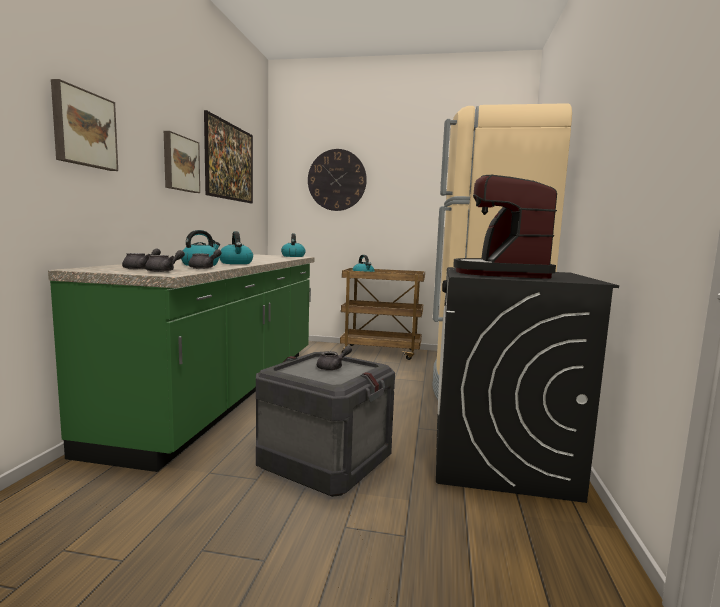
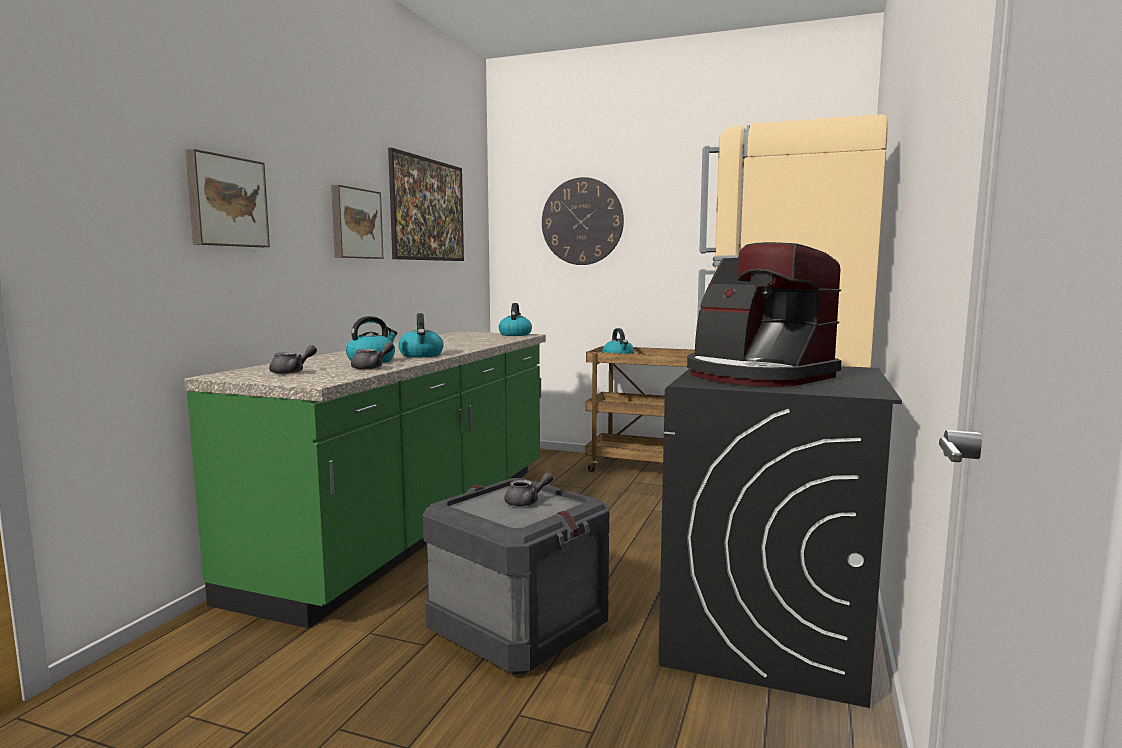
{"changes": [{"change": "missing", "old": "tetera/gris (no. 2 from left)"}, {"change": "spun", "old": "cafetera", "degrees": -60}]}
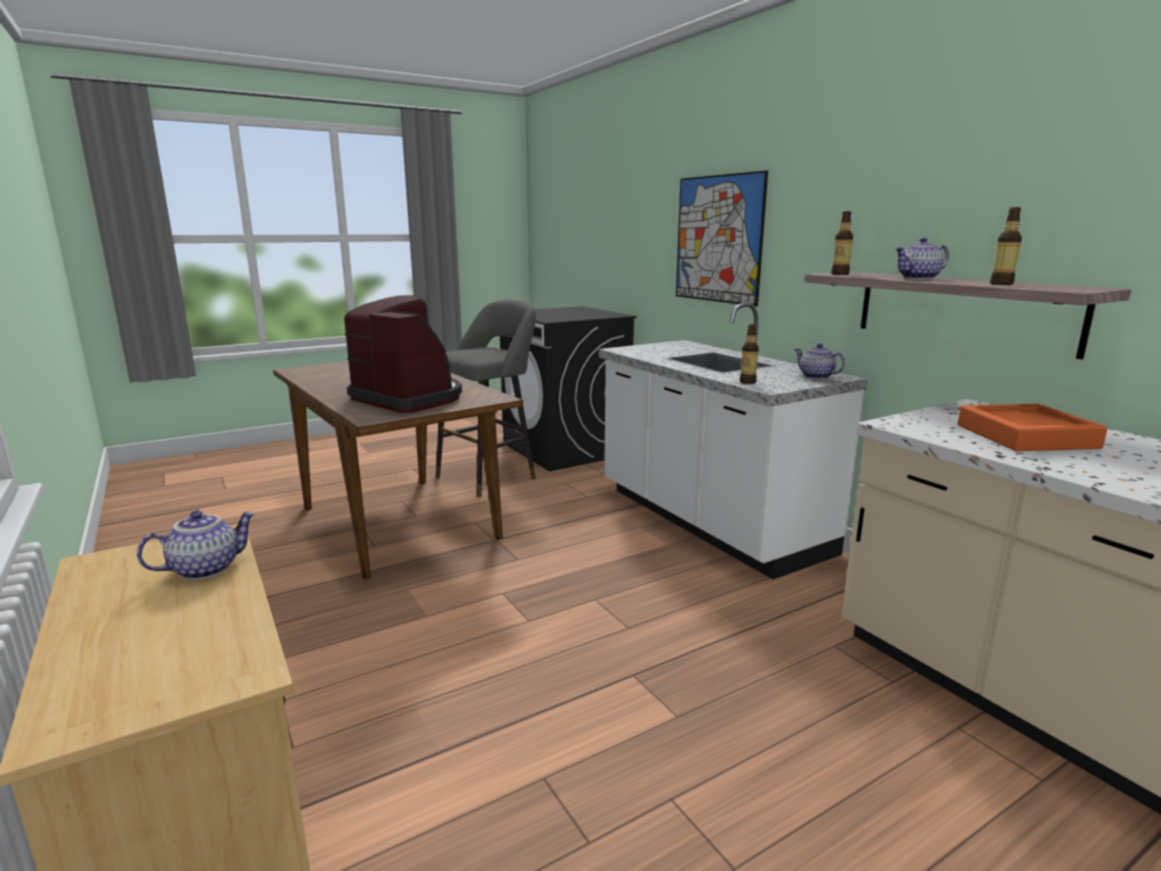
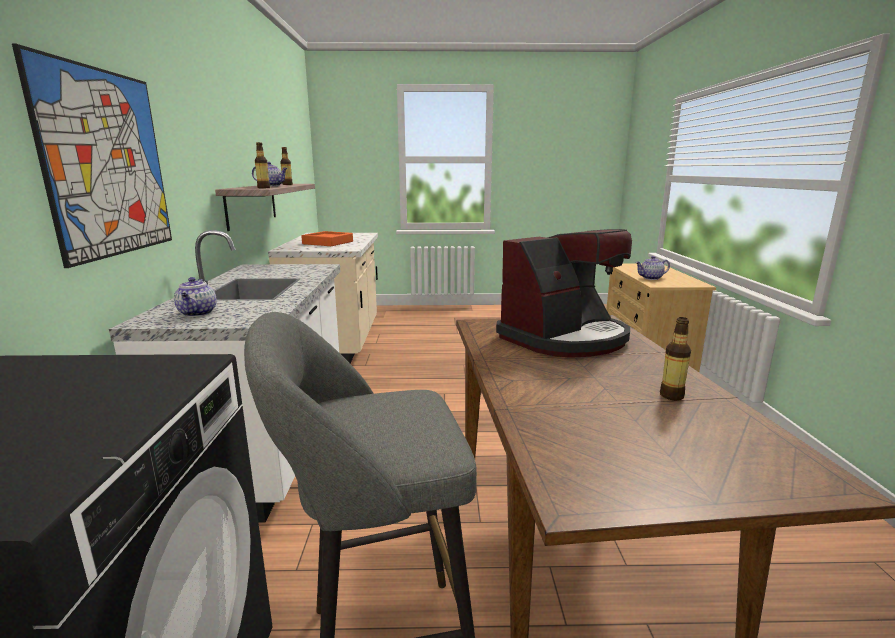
{"changes": [{"change": "relocated", "old": "botella (no. 1 from left in the first image)", "new": "botella (no. 3 from left)"}, {"change": "relocated", "old": "tetera (no. 2 from left in the first image)", "new": "tetera (no. 1 from left)"}, {"change": "spun", "old": "cafetera", "degrees": -105}]}
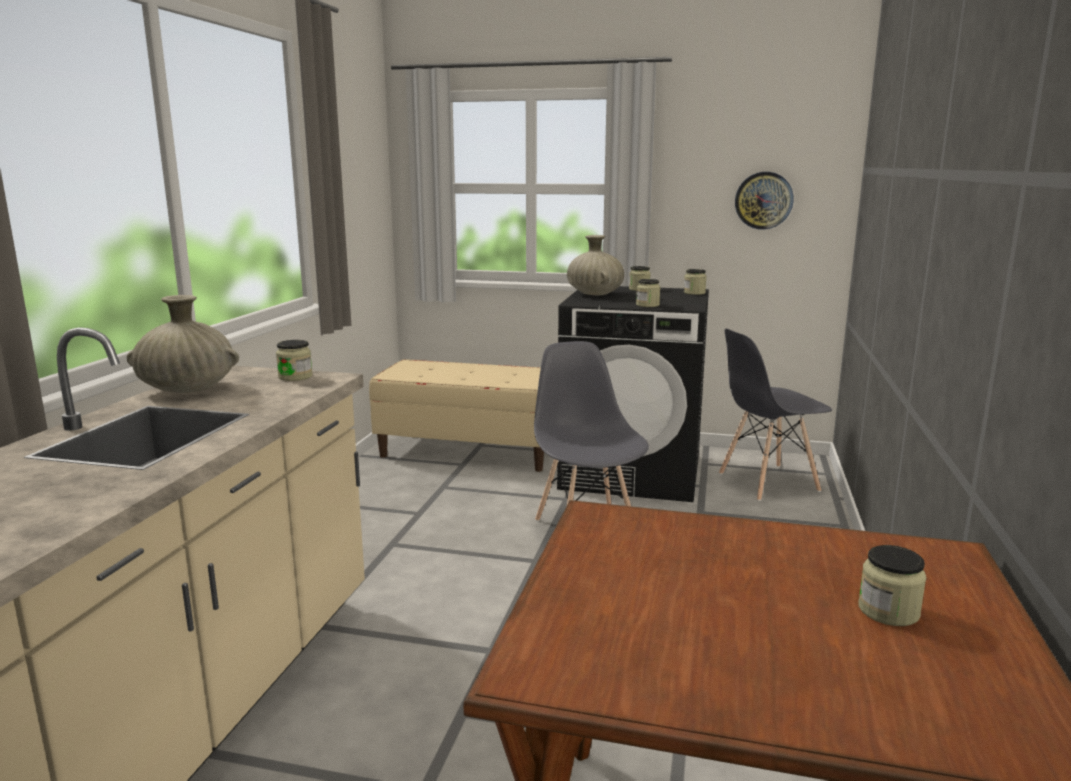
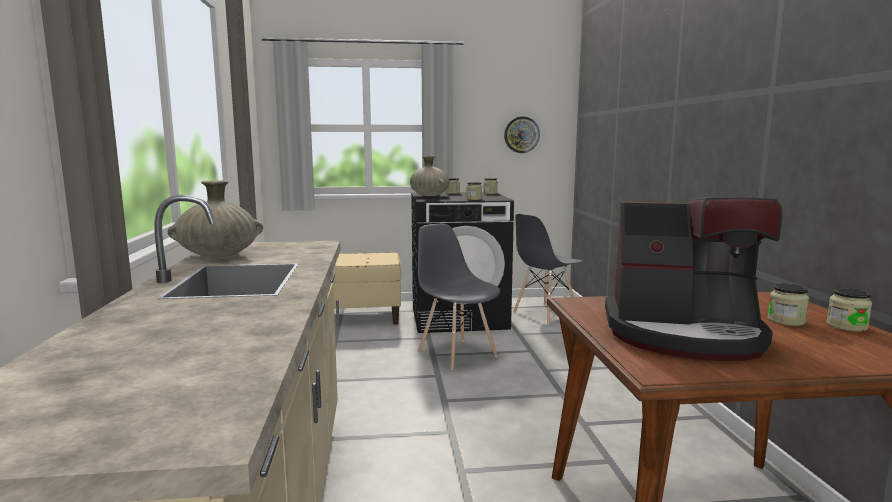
{"changes": [{"change": "appeared", "new": "cafetera"}, {"change": "relocated", "old": "tarro (no. 1 from left in the first image)", "new": "tarro (no. 5 from left)"}]}
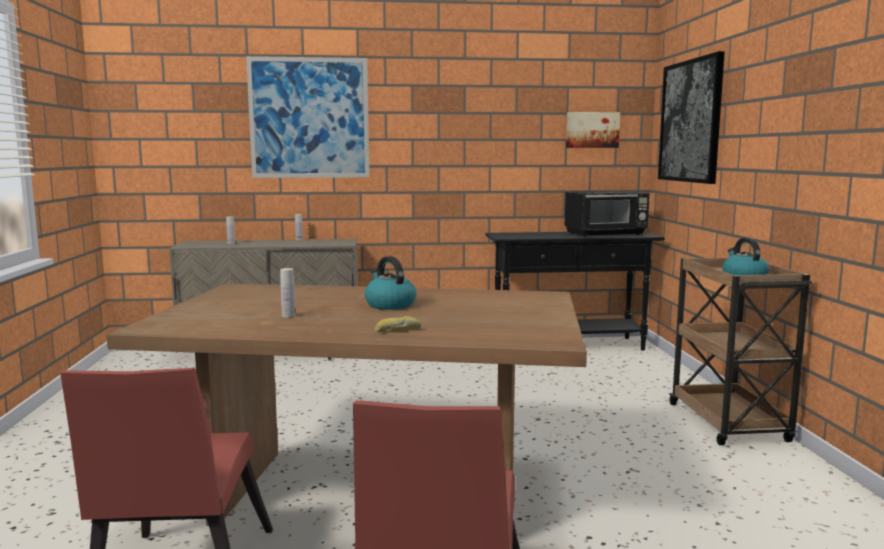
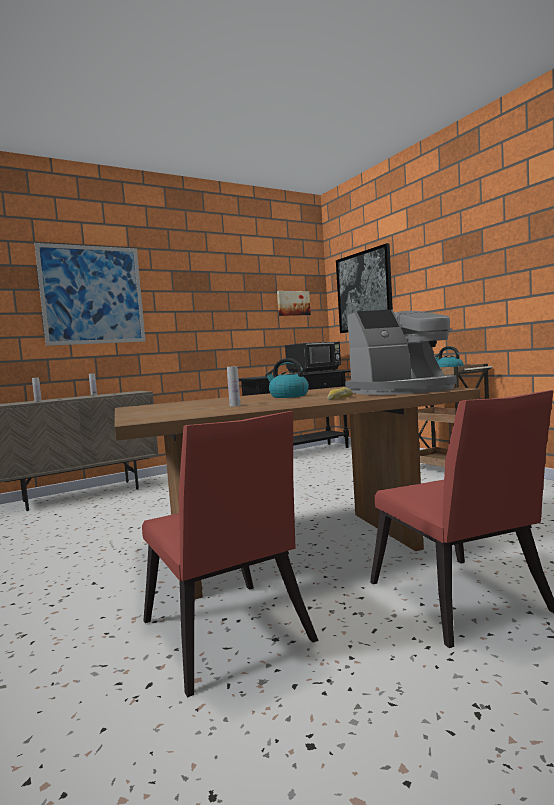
{"changes": [{"change": "appeared", "new": "cafetera"}]}
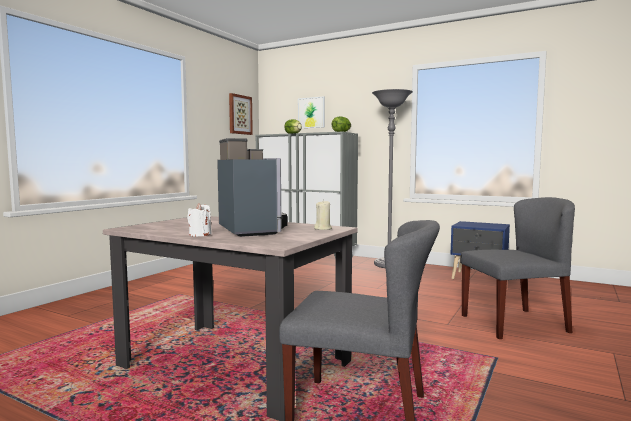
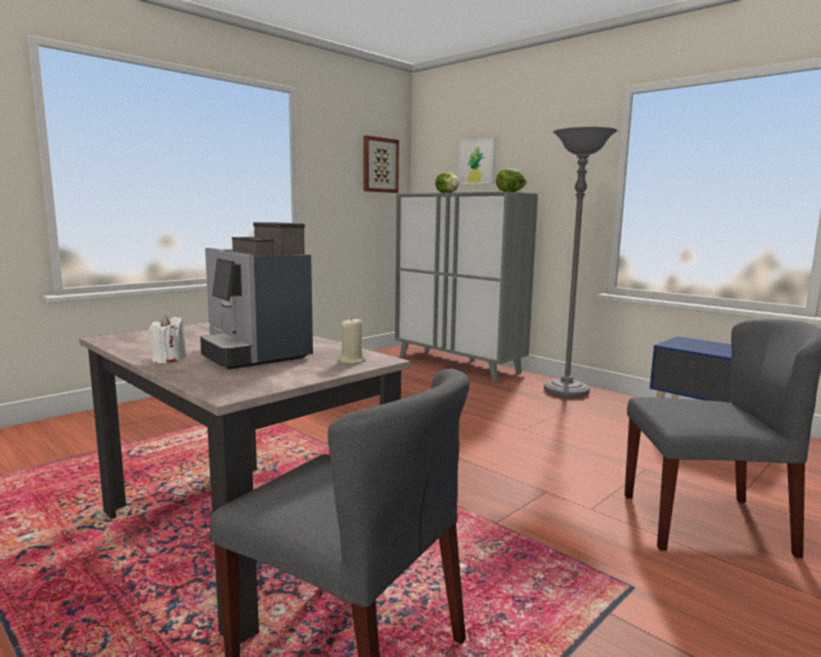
{"changes": [{"change": "spun", "old": "cafetera", "degrees": 150}]}
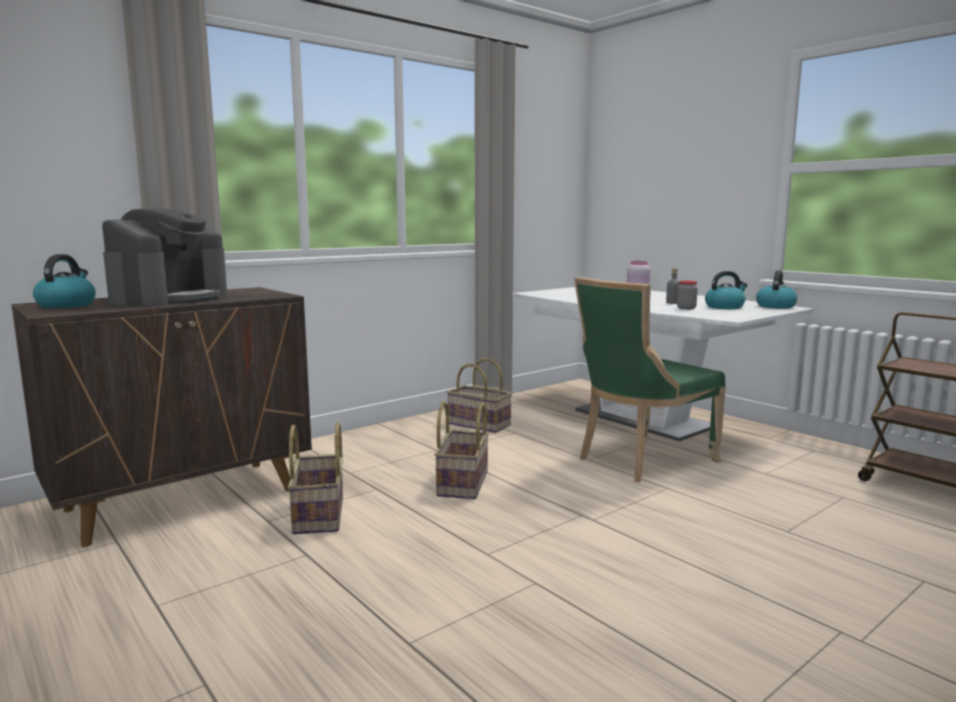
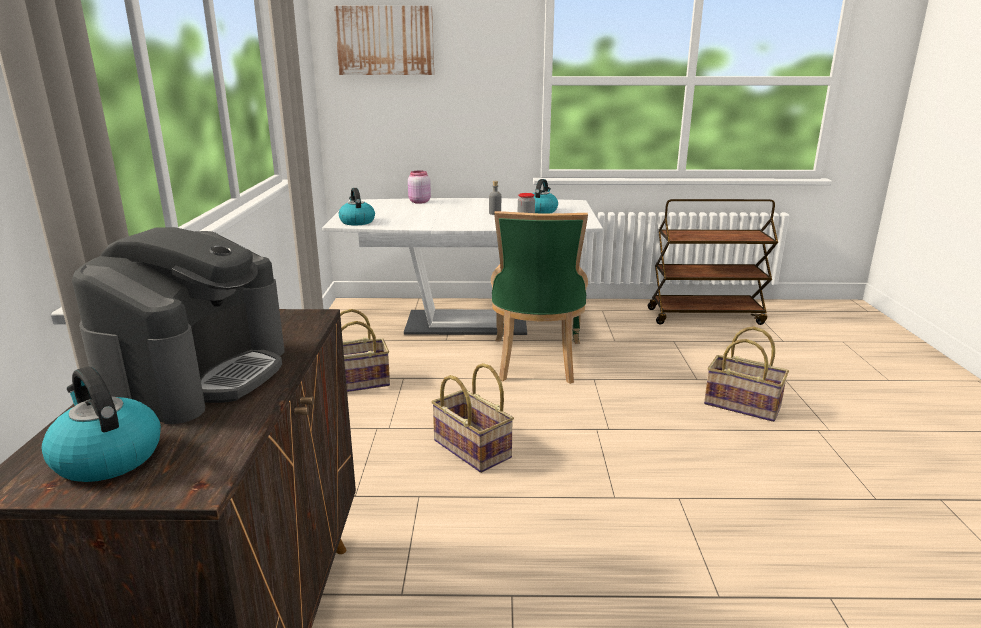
{"changes": [{"change": "appeared", "new": "cuadro"}, {"change": "relocated", "old": "cesta (no. 1 from left in the first image)", "new": "cesta (no. 3 from left)"}, {"change": "relocated", "old": "hervidor (no. 3 from left in the first image)", "new": "hervidor (no. 2 from left)"}, {"change": "spun", "old": "cafetera", "degrees": 45}]}
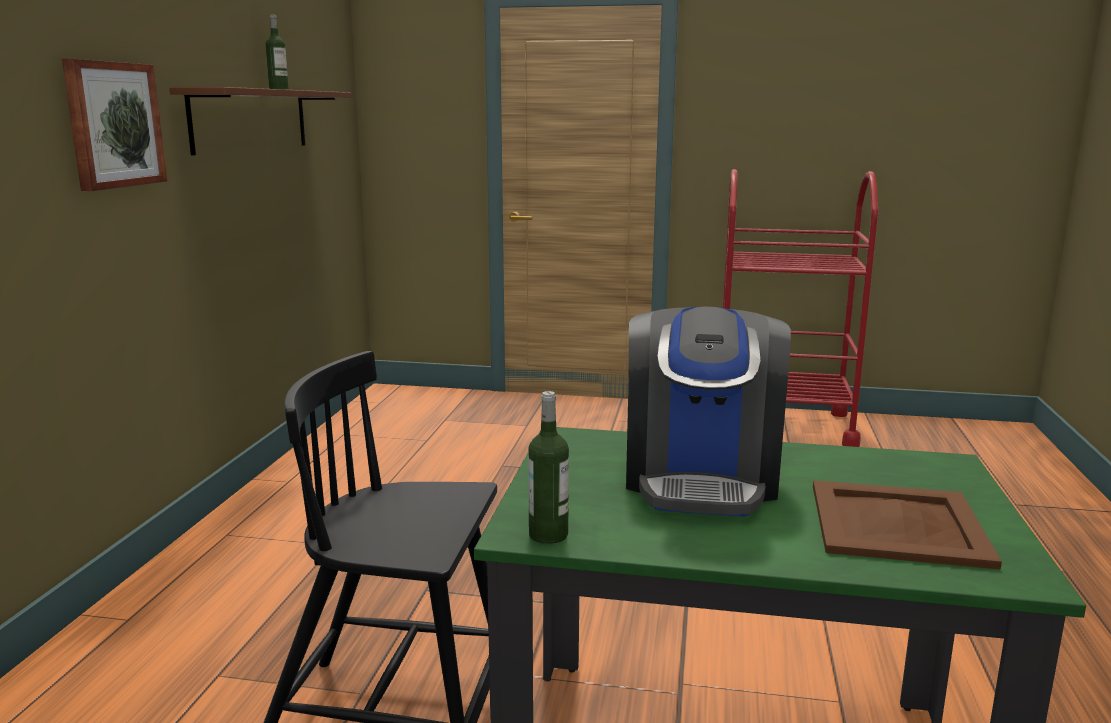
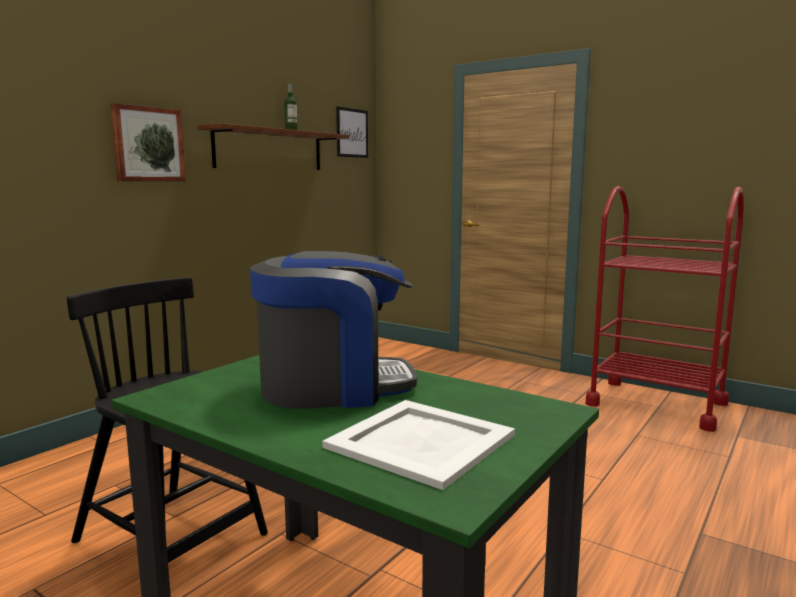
{"changes": [{"change": "missing", "old": "botella (no. 2 from left)"}, {"change": "appeared", "new": "cuadro (no. 2 from left)"}, {"change": "colour", "old": "bandeja/marrón", "new": "bandeja/blanco"}, {"change": "spun", "old": "cafetera", "degrees": -135}]}
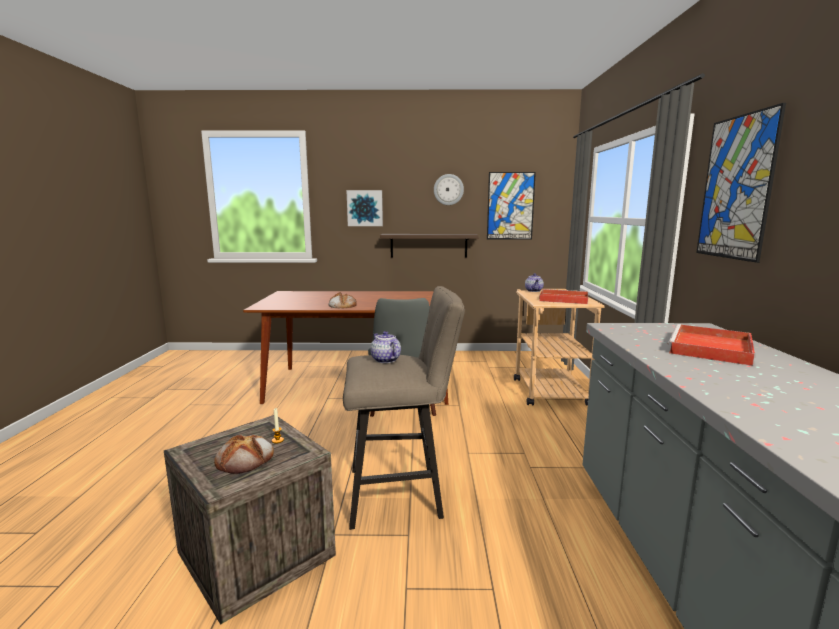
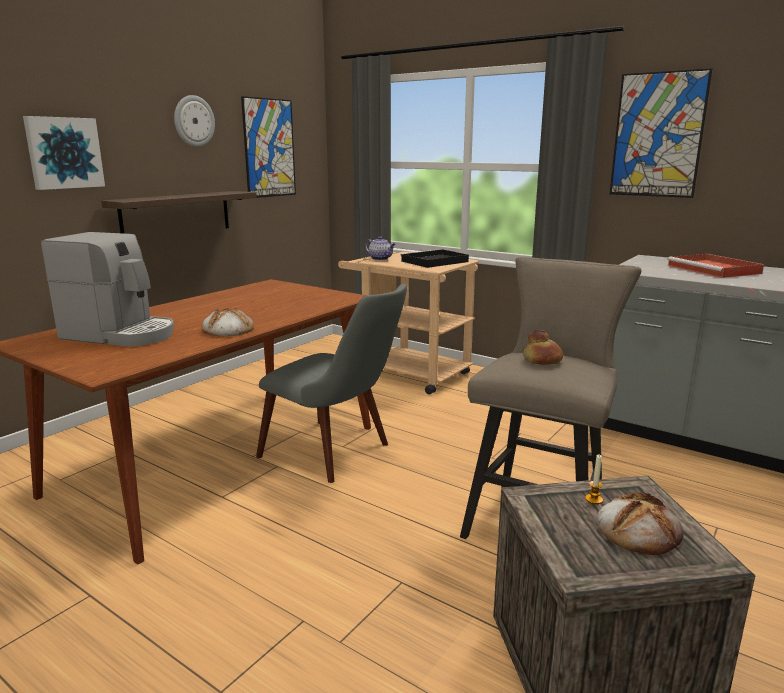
{"changes": [{"change": "appeared", "new": "cafetera"}, {"change": "exchanged", "old": "tetera (no. 1 from left)", "new": "pan (no. 2 from left)"}, {"change": "colour", "old": "bandeja/rojo (no. 1 from left)", "new": "bandeja/negro"}]}
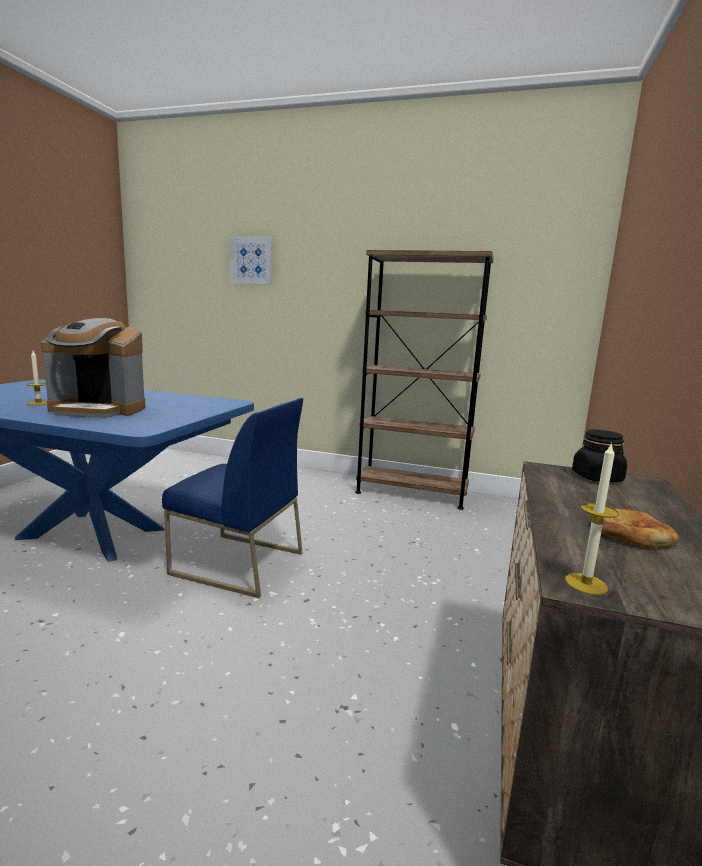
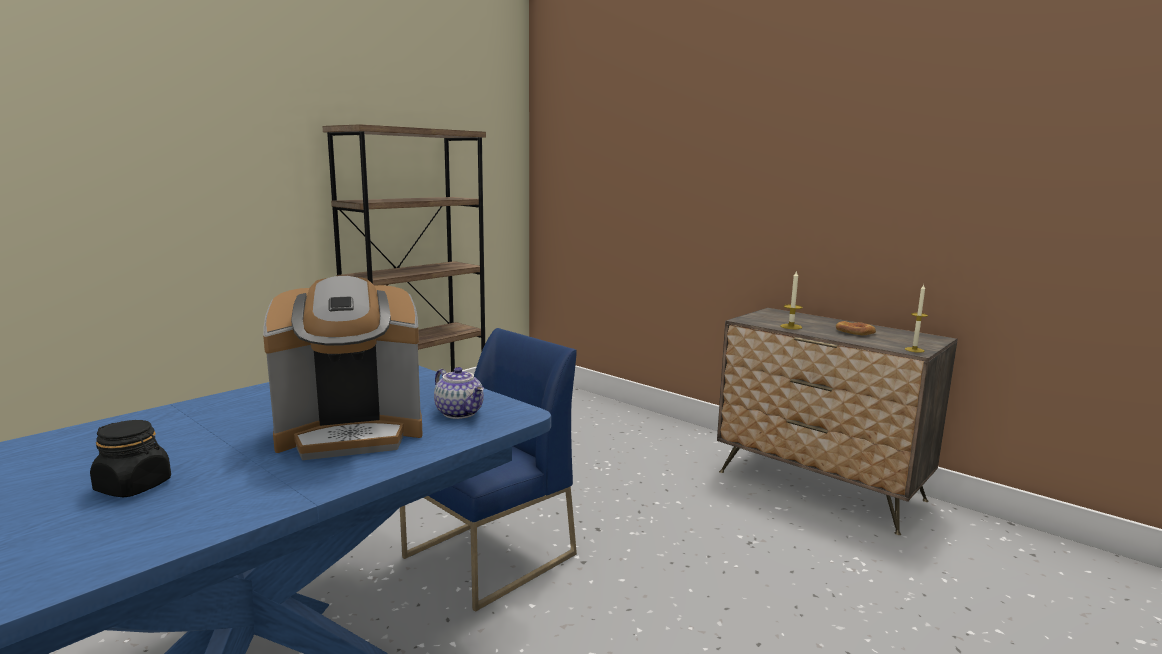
{"changes": [{"change": "missing", "old": "cuadro"}, {"change": "appeared", "new": "tetera"}, {"change": "relocated", "old": "vela (no. 1 from left)"}, {"change": "relocated", "old": "tarro/negro"}, {"change": "spun", "old": "cafetera", "degrees": 45}]}
